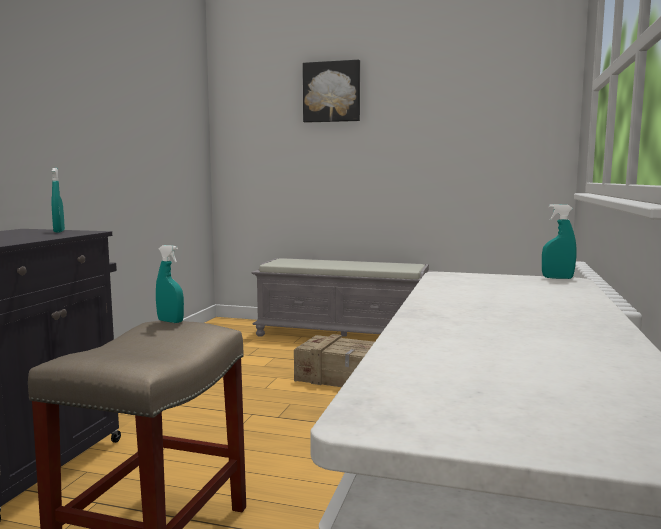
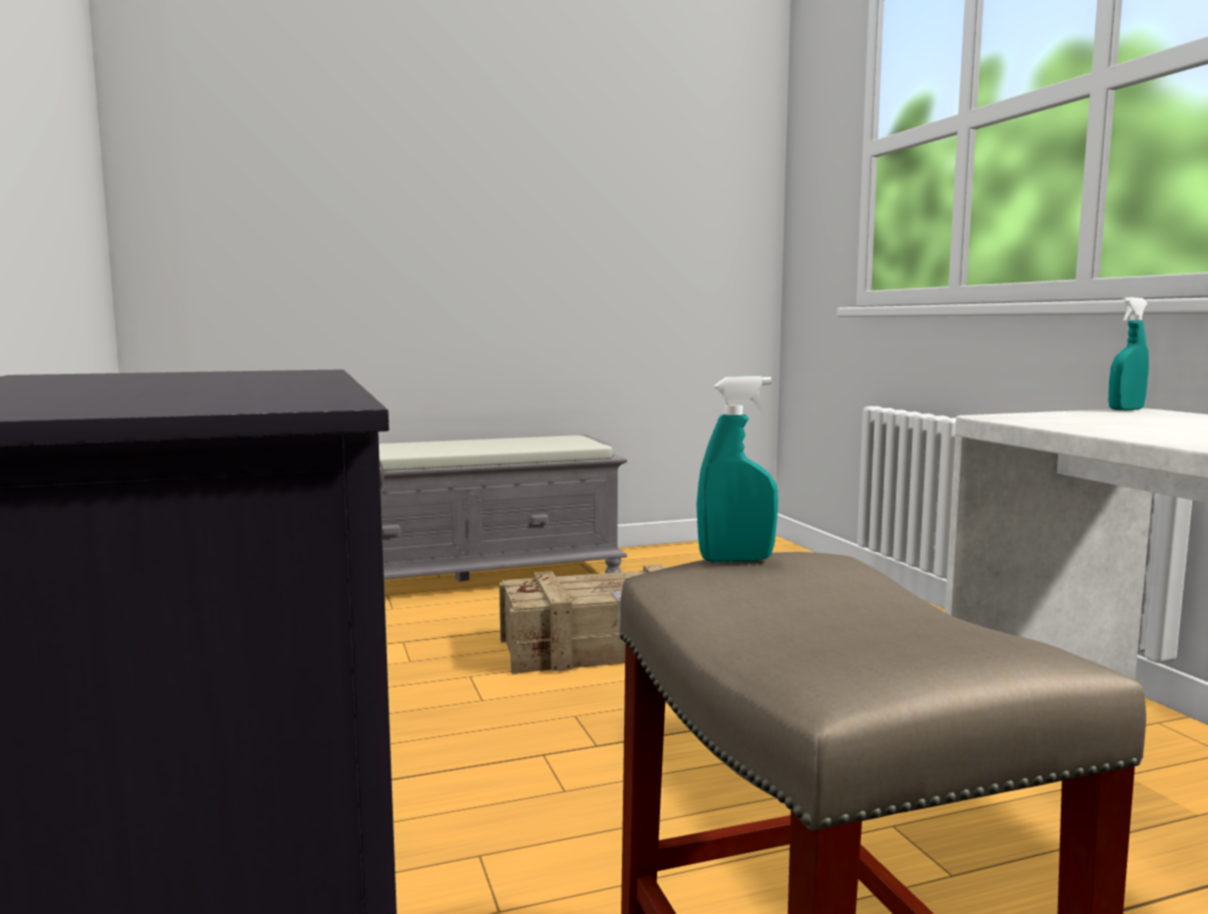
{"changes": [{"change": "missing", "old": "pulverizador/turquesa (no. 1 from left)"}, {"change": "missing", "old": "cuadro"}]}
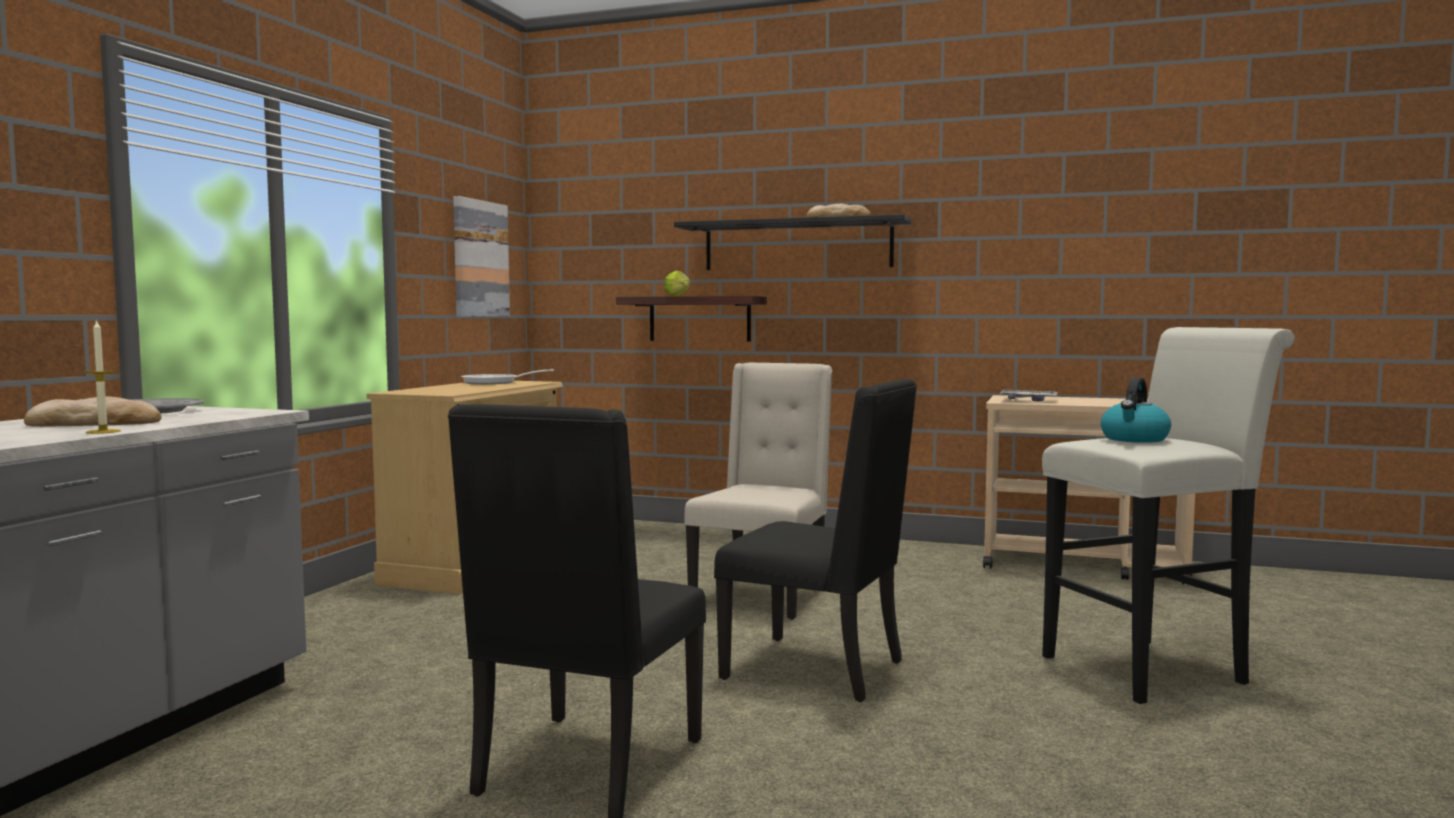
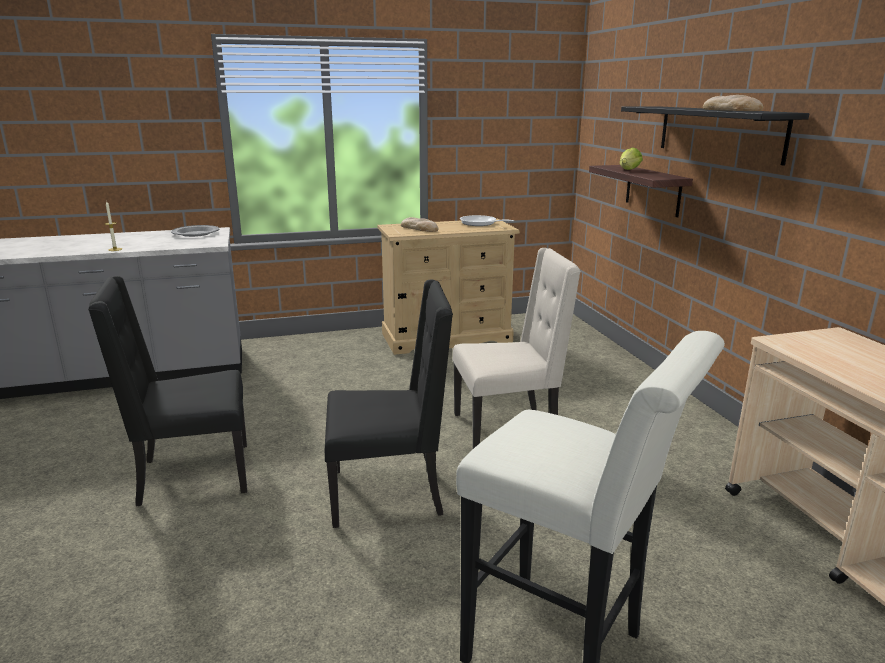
{"changes": [{"change": "missing", "old": "cuadro"}, {"change": "missing", "old": "bandeja"}, {"change": "missing", "old": "hervidor"}, {"change": "relocated", "old": "pan (no. 1 from left)"}, {"change": "spun", "old": "silla/negro (no. 2 from left)", "degrees": -90}]}
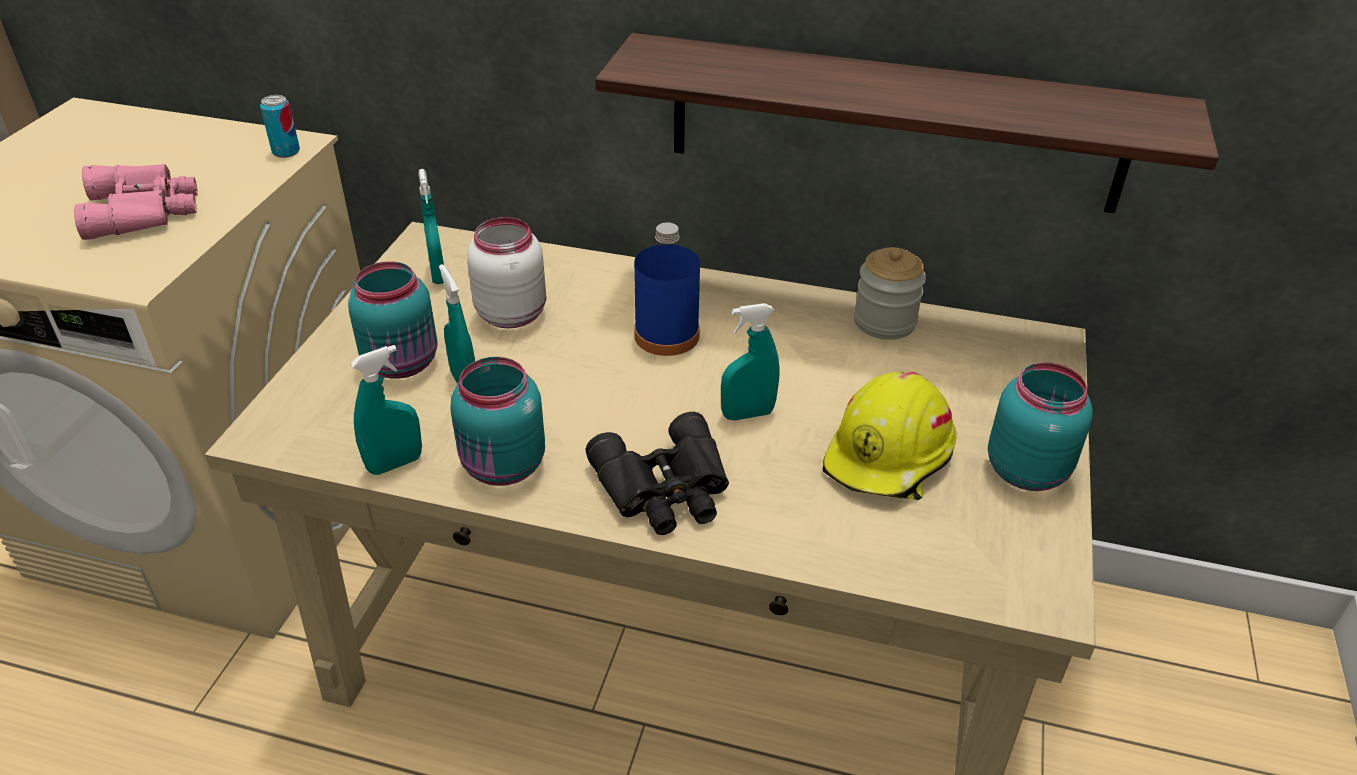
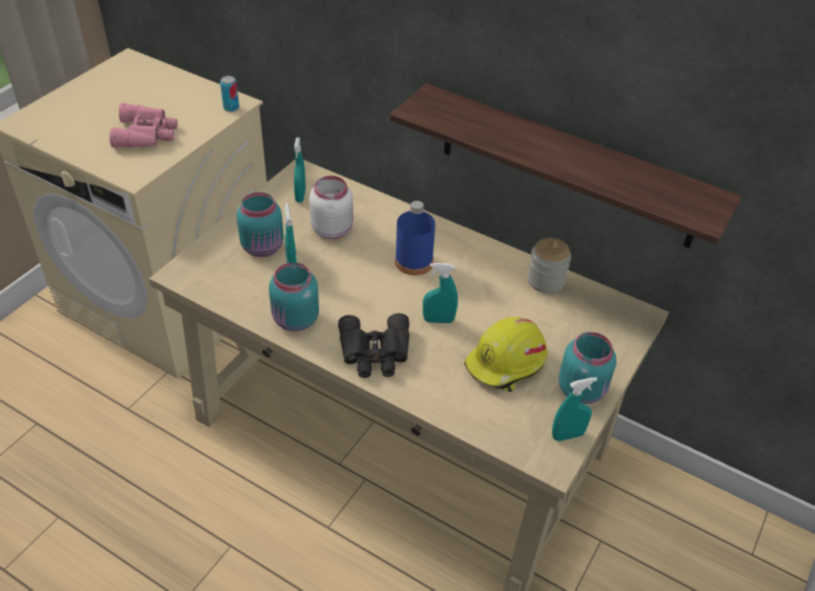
{"changes": [{"change": "relocated", "old": "pulverizador/turquesa (no. 1 from left in the first image)", "new": "pulverizador/turquesa (no. 4 from left)"}]}
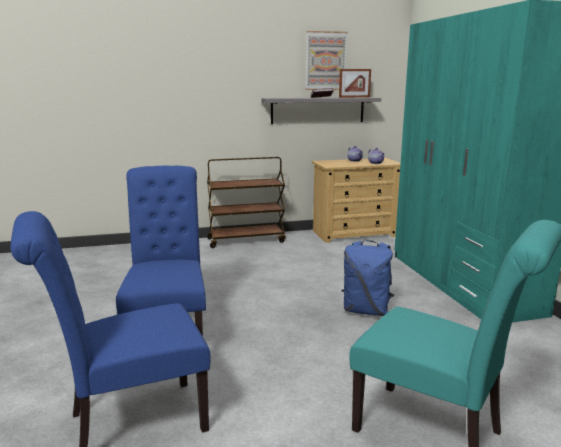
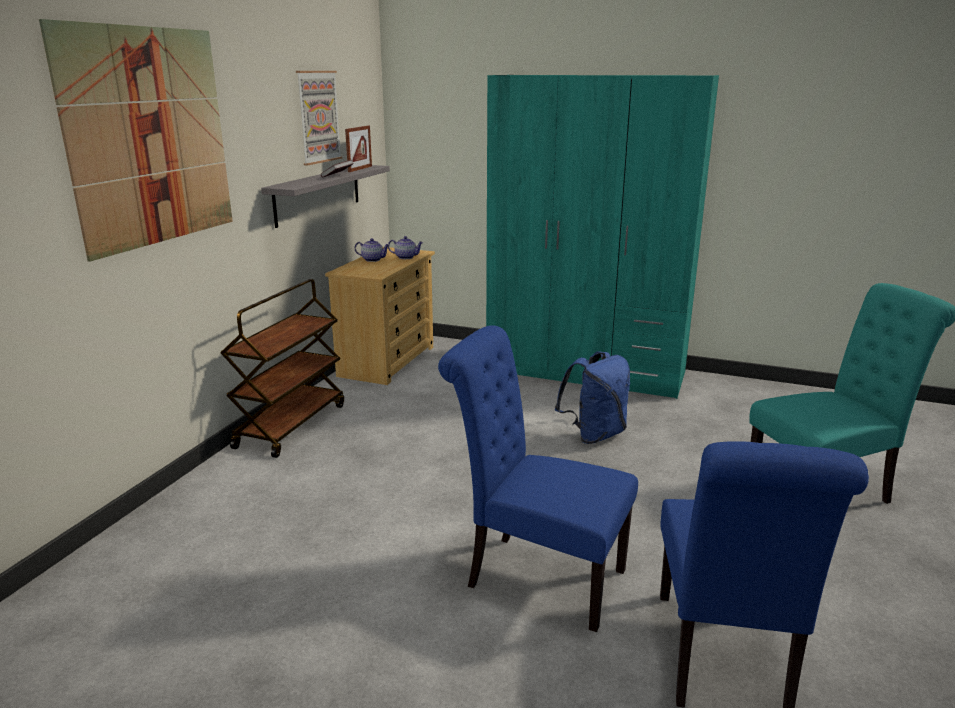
{"changes": [{"change": "appeared", "new": "cuadro (no. 1 from left)"}]}
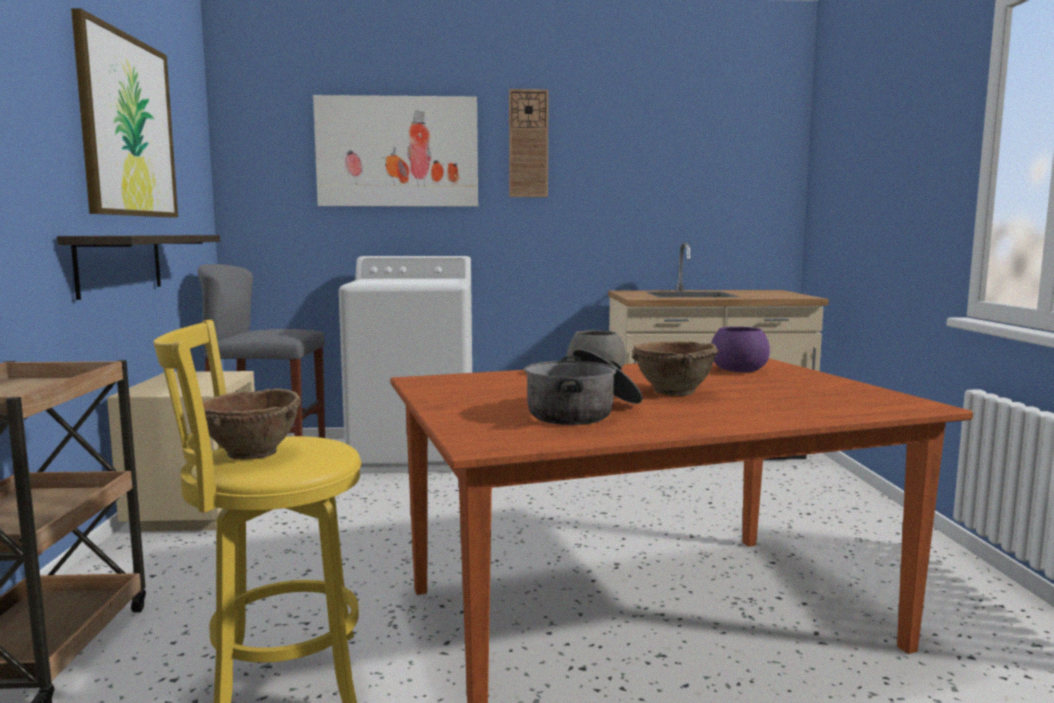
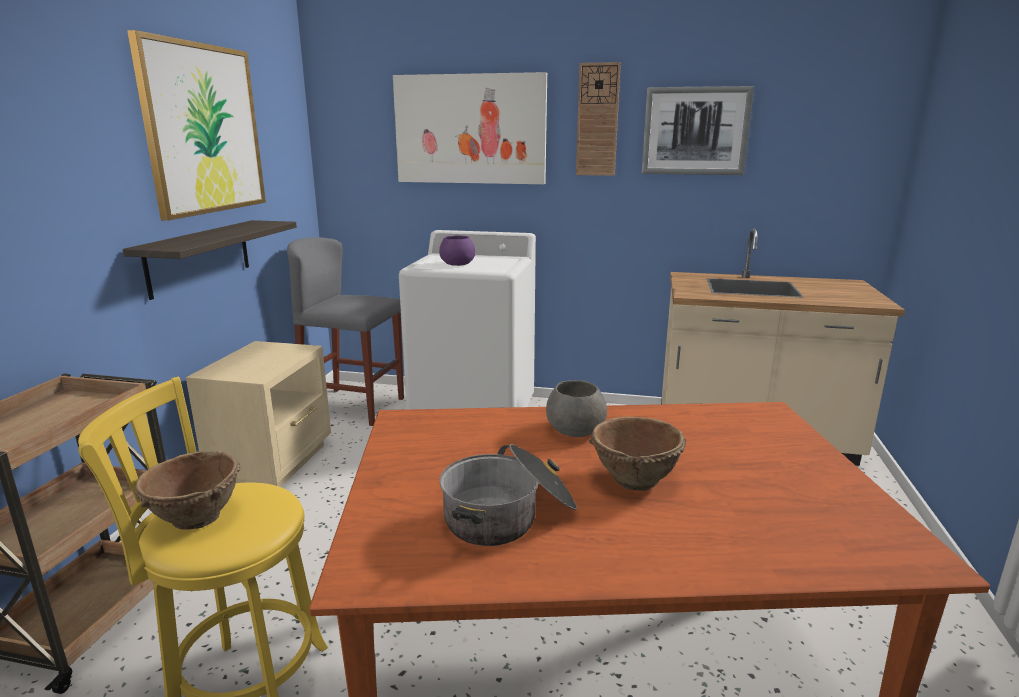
{"changes": [{"change": "appeared", "new": "cuadro (no. 3 from left)"}, {"change": "relocated", "old": "cuenco/morado"}]}
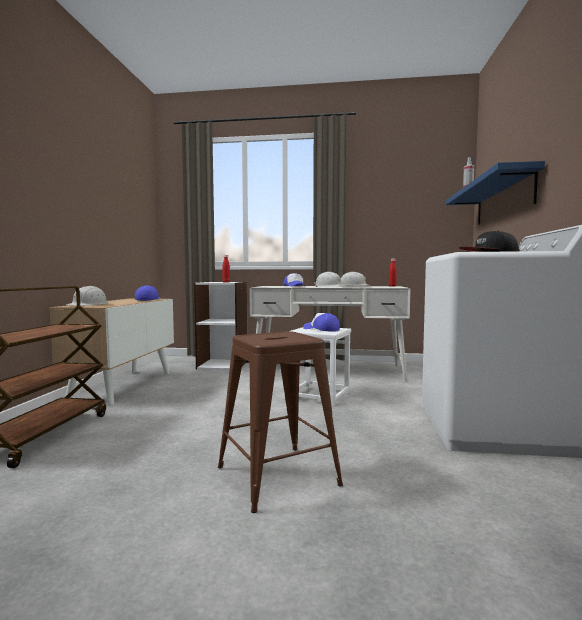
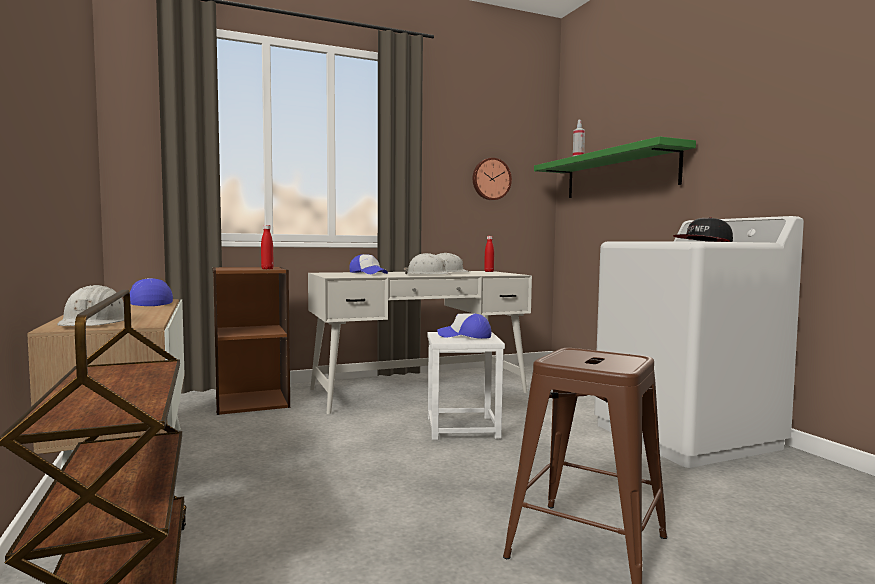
{"changes": [{"change": "appeared", "new": "reloj de pared"}, {"change": "colour", "old": "estantería/blanco", "new": "estantería/marrón"}, {"change": "colour", "old": "estante/azul", "new": "estante/verde"}]}
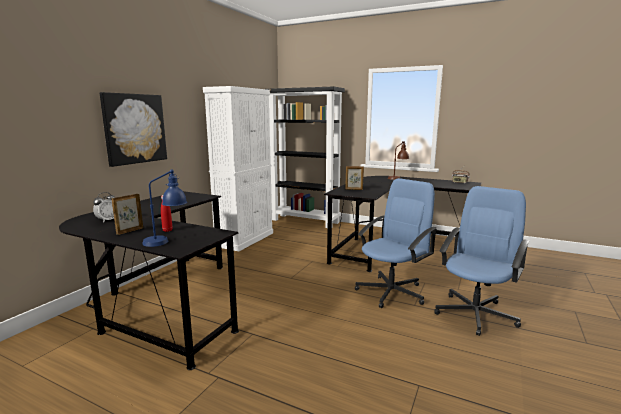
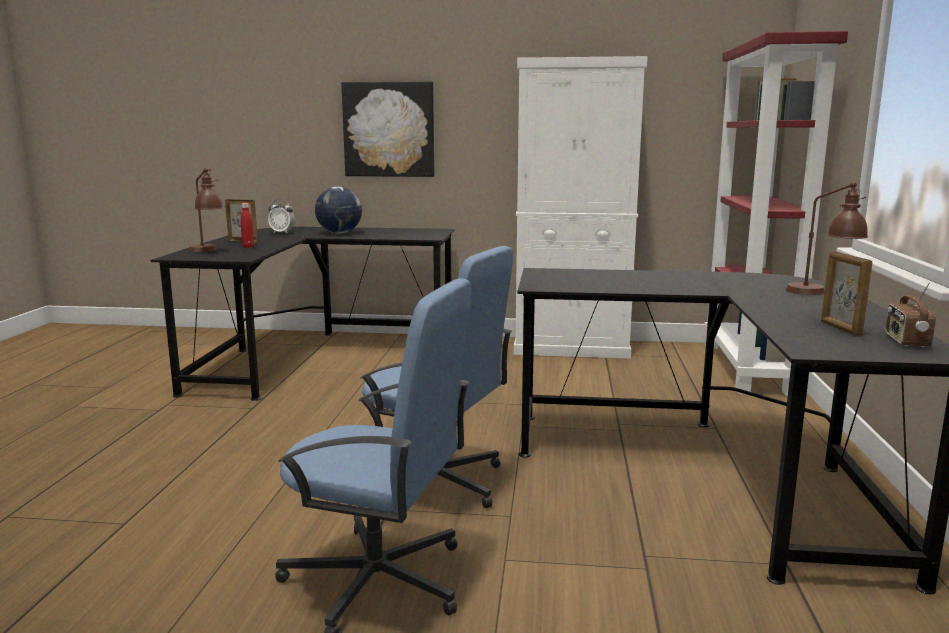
{"changes": [{"change": "appeared", "new": "globo terráqueo"}, {"change": "relocated", "old": "portarretratos (no. 2 from left)"}, {"change": "colour", "old": "lámpara de mesa/azul", "new": "lámpara de mesa/marrón (no. 1 from left)"}, {"change": "colour", "old": "estantería/negro", "new": "estantería/rojo"}]}
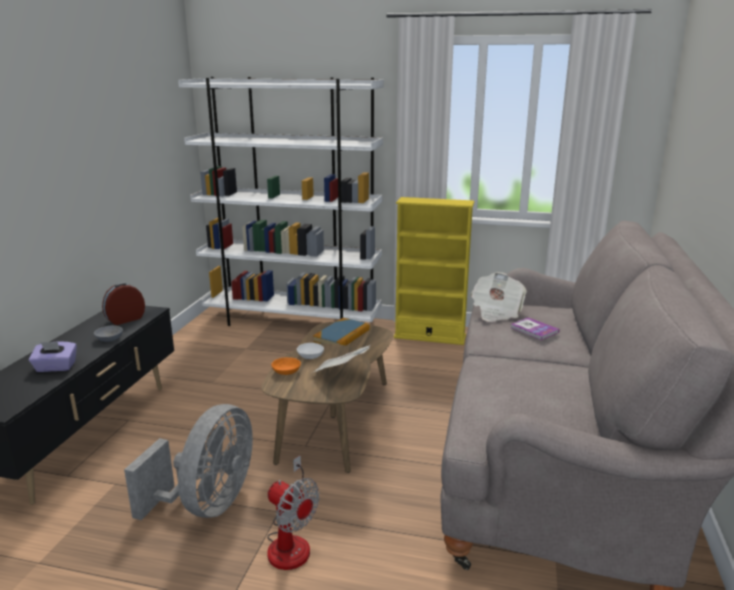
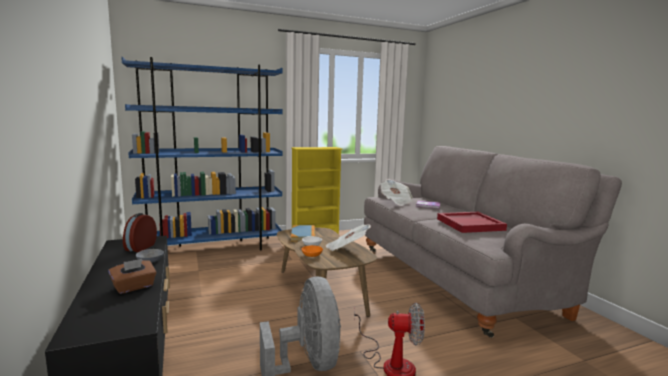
{"changes": [{"change": "appeared", "new": "bandeja/rojo"}, {"change": "colour", "old": "caja de pañuelos/morado", "new": "caja de pañuelos/marrón"}, {"change": "colour", "old": "estantería/blanco", "new": "estantería/azul"}]}
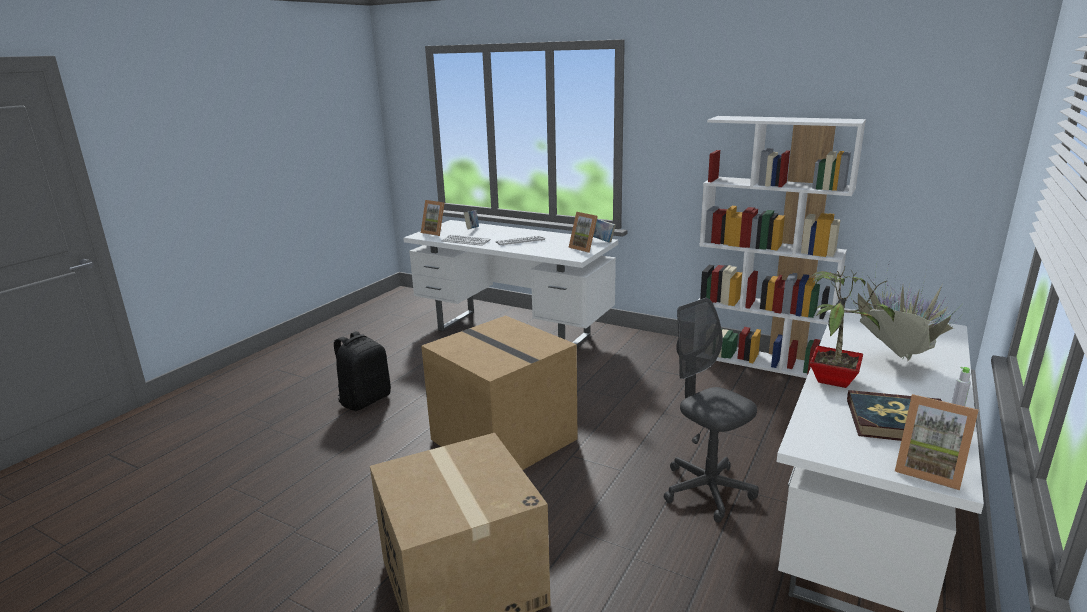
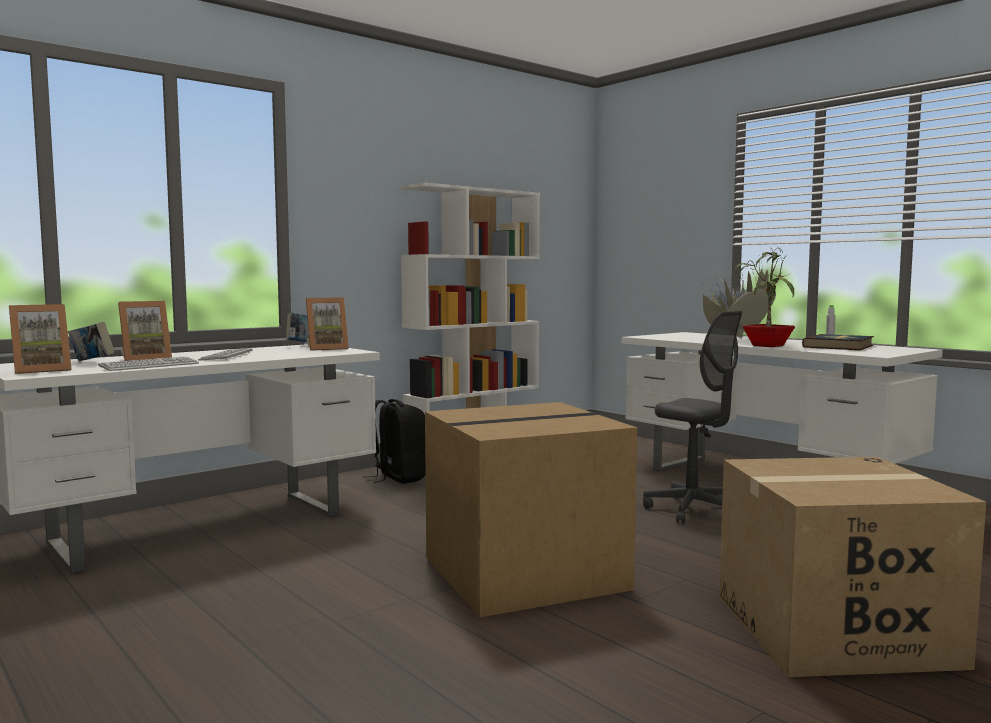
{"changes": [{"change": "relocated", "old": "mochila/negro"}, {"change": "relocated", "old": "portarretratos (no. 3 from left in the first image)", "new": "portarretratos (no. 2 from left)"}, {"change": "spun", "old": "silla de oficina/gris", "degrees": -120}]}
